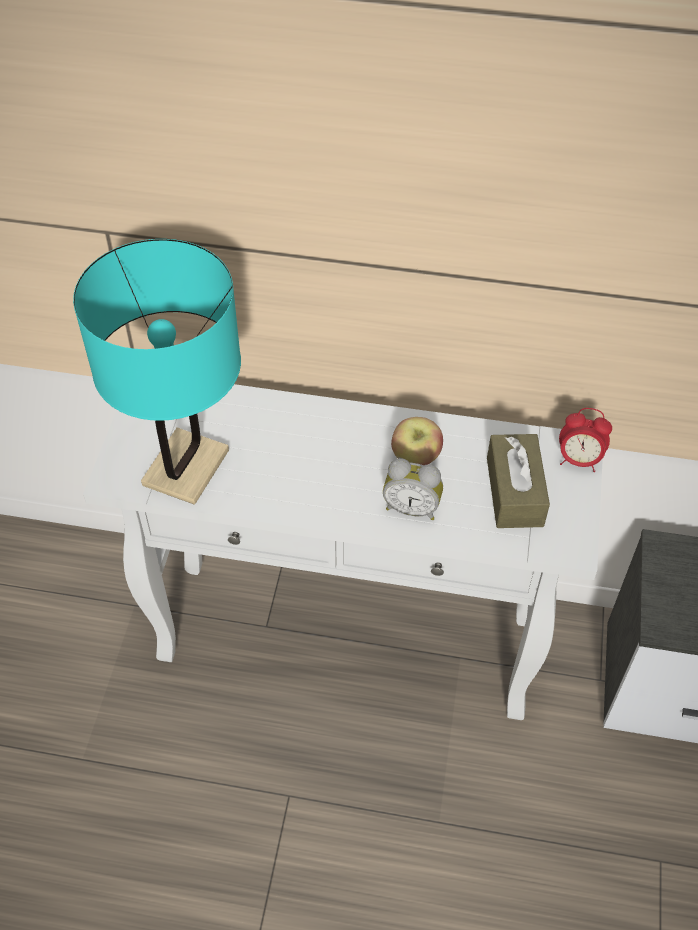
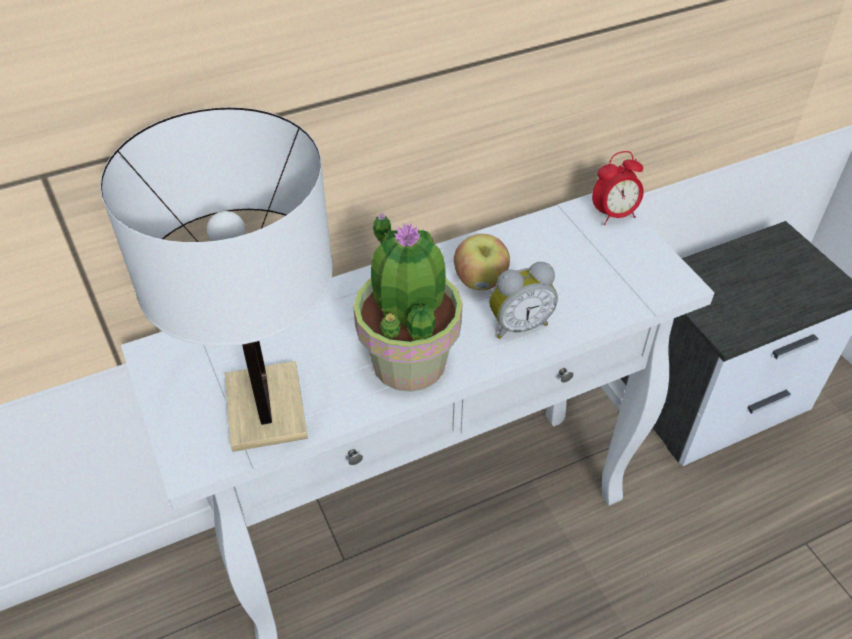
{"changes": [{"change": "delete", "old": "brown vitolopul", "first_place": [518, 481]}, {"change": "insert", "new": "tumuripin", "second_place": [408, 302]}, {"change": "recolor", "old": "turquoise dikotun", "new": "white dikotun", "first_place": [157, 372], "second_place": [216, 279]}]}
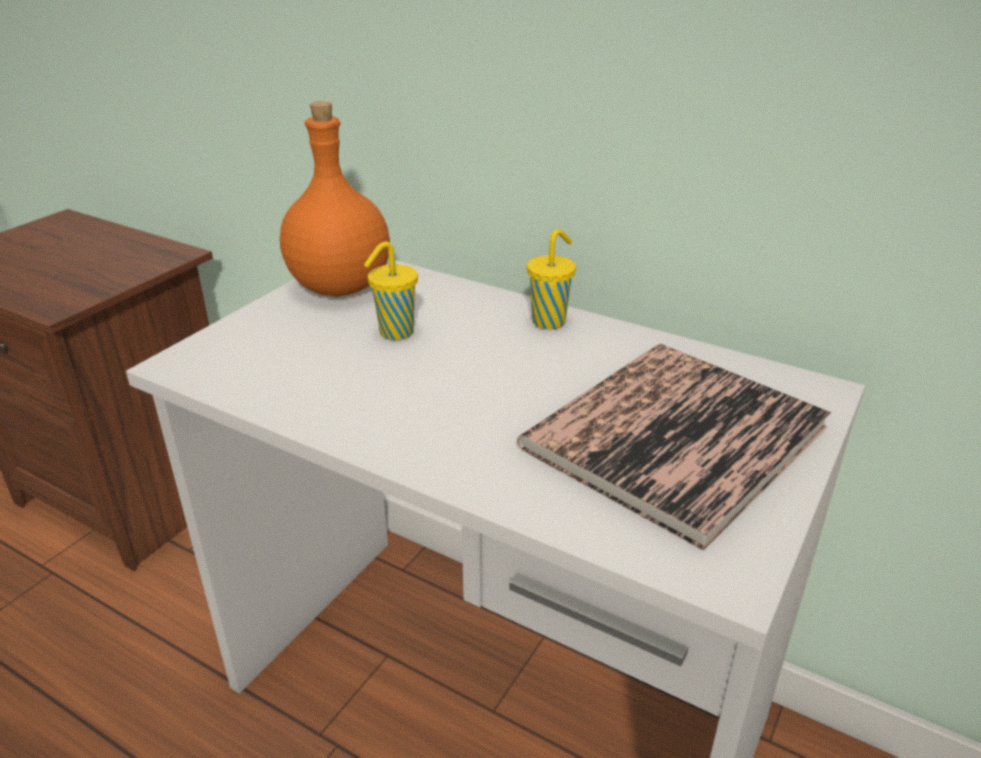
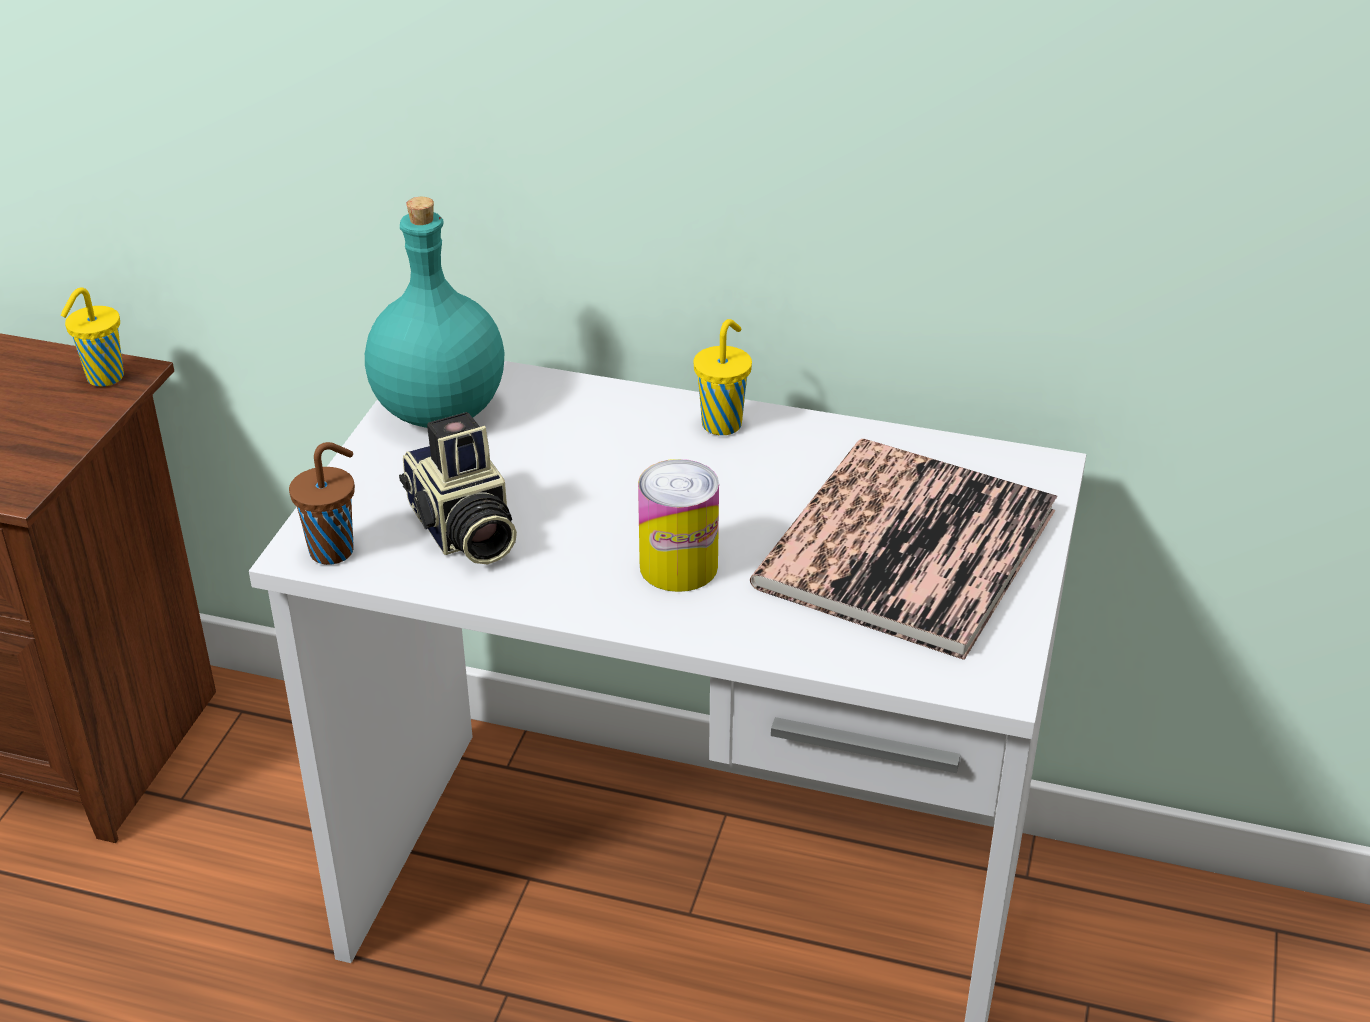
{"changes": [{"change": "insert", "new": "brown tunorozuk", "second_place": [322, 503]}, {"change": "insert", "new": "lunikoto", "second_place": [458, 488]}, {"change": "insert", "new": "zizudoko", "second_place": [678, 525]}, {"change": "move", "old": "yellow tunorozuk", "first_place": [391, 290], "second_place": [92, 337]}, {"change": "recolor", "old": "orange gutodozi", "new": "turquoise gutodozi", "first_place": [335, 199], "second_place": [435, 312]}]}
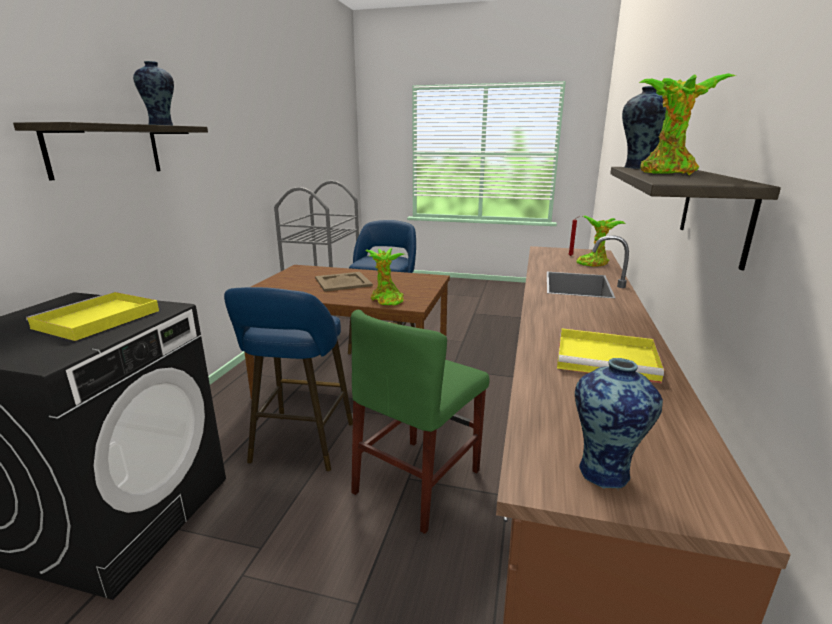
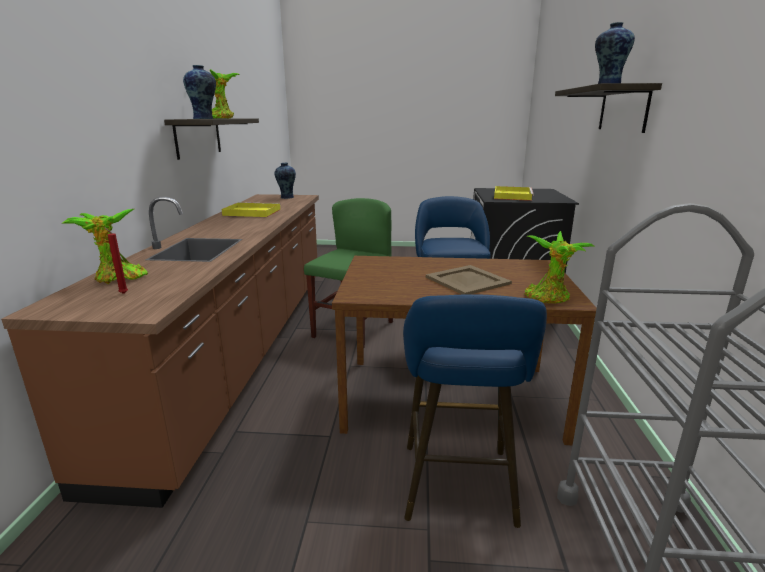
{"changes": [{"change": "move", "old": "tumuripin", "first_place": [385, 277], "second_place": [559, 267]}]}
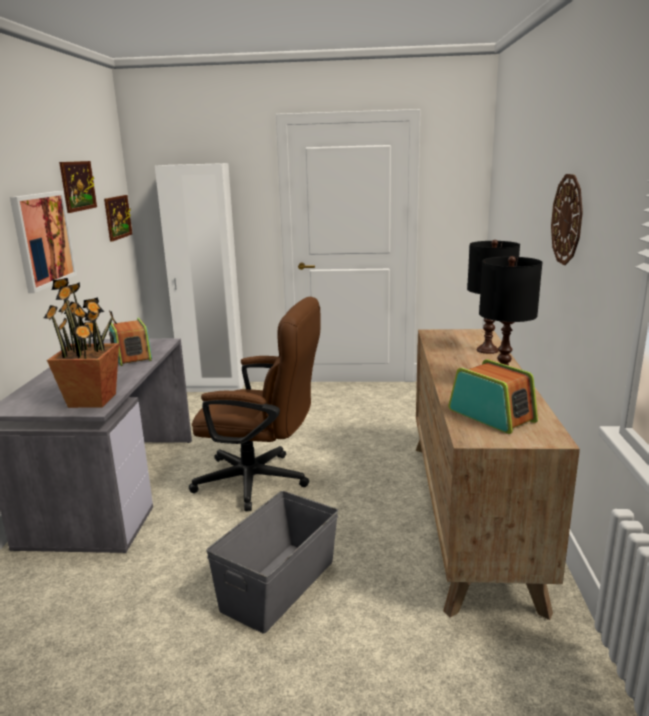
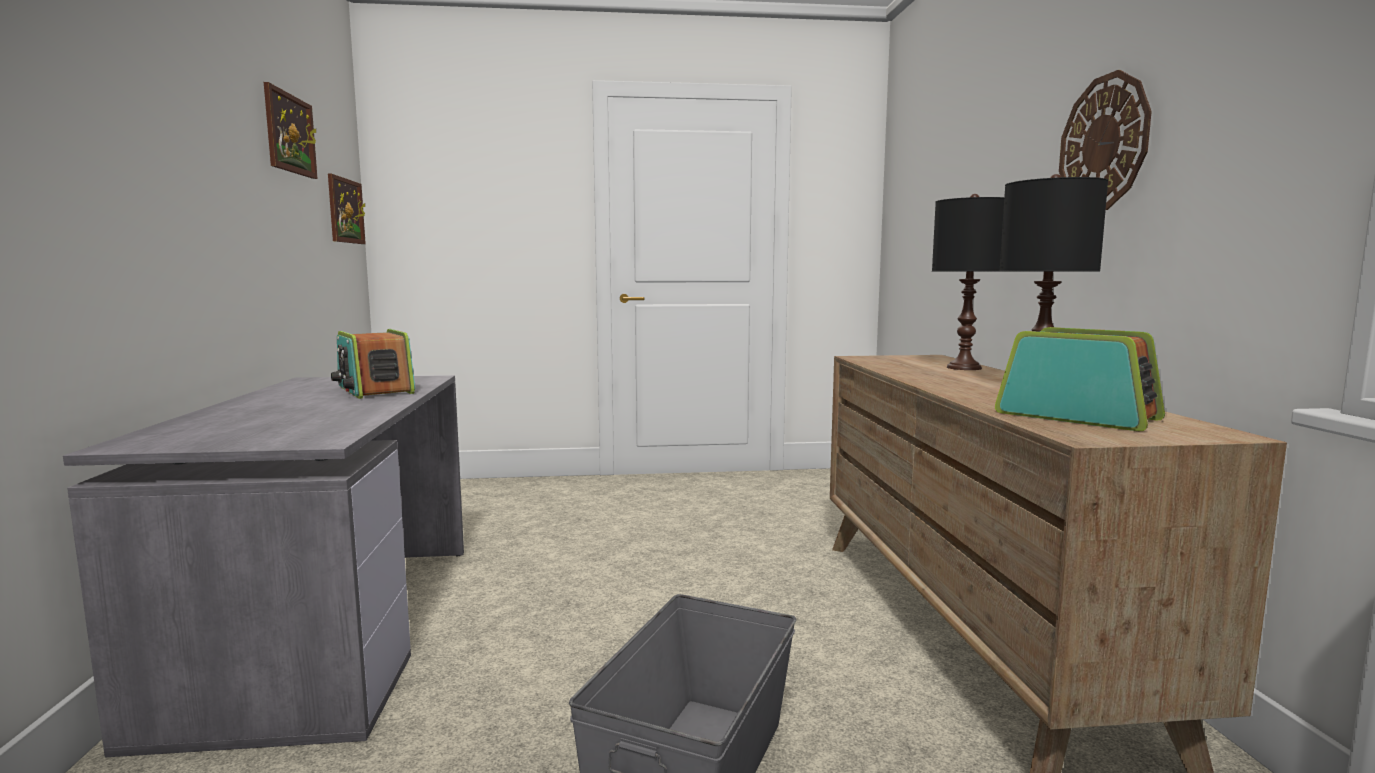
{"changes": [{"change": "delete", "old": "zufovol", "first_place": [43, 242]}, {"change": "delete", "old": "tumuripin", "first_place": [81, 343]}, {"change": "delete", "old": "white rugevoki", "first_place": [200, 277]}, {"change": "delete", "old": "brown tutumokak", "first_place": [254, 404]}]}
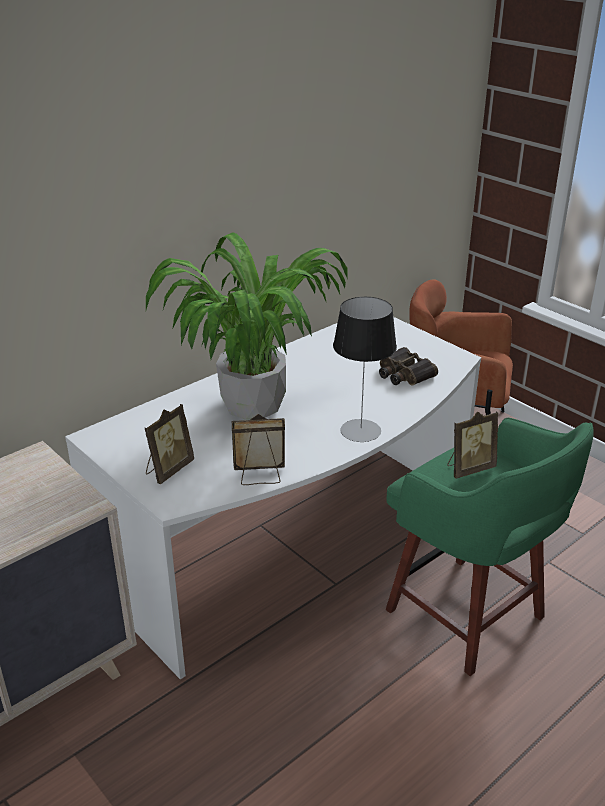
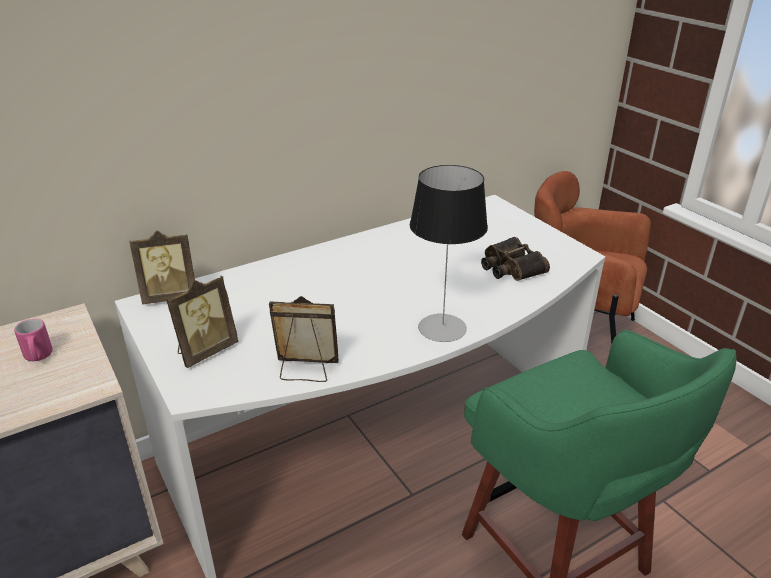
{"changes": [{"change": "delete", "old": "tumuripin", "first_place": [246, 326]}, {"change": "insert", "new": "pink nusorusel", "second_place": [33, 340]}, {"change": "move", "old": "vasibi", "first_place": [472, 444], "second_place": [162, 267]}]}
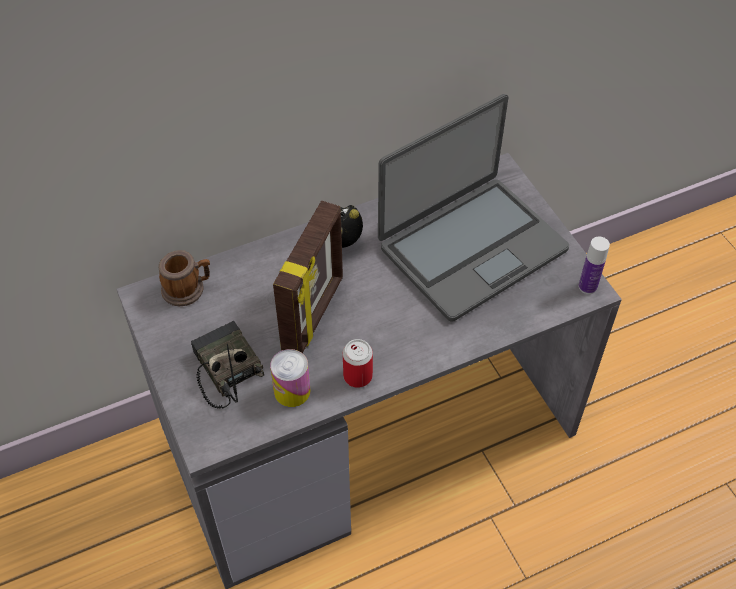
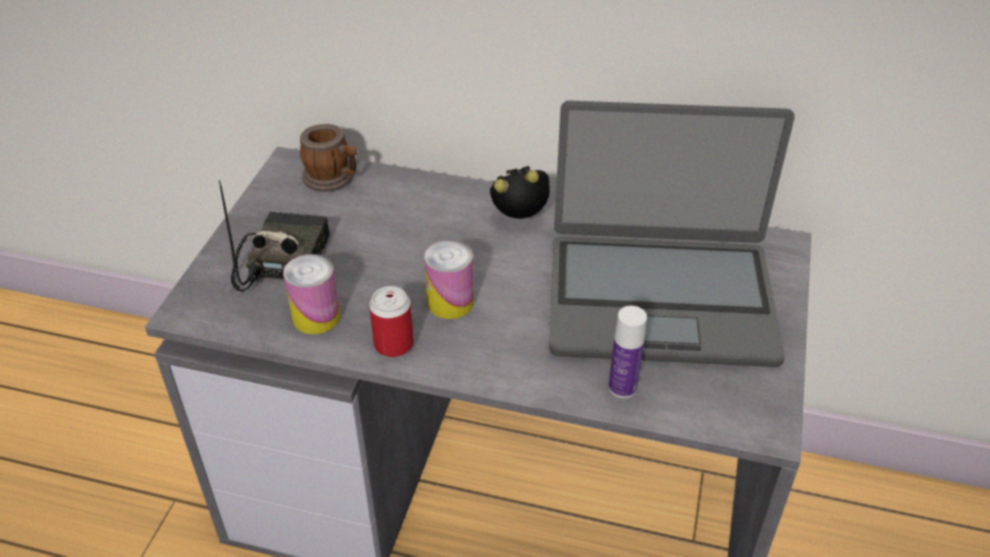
{"changes": [{"change": "delete", "old": "vasibi", "first_place": [308, 277]}, {"change": "insert", "new": "zizudoko", "second_place": [449, 279]}, {"change": "move", "old": "gutodozi", "first_place": [594, 265], "second_place": [628, 352]}]}
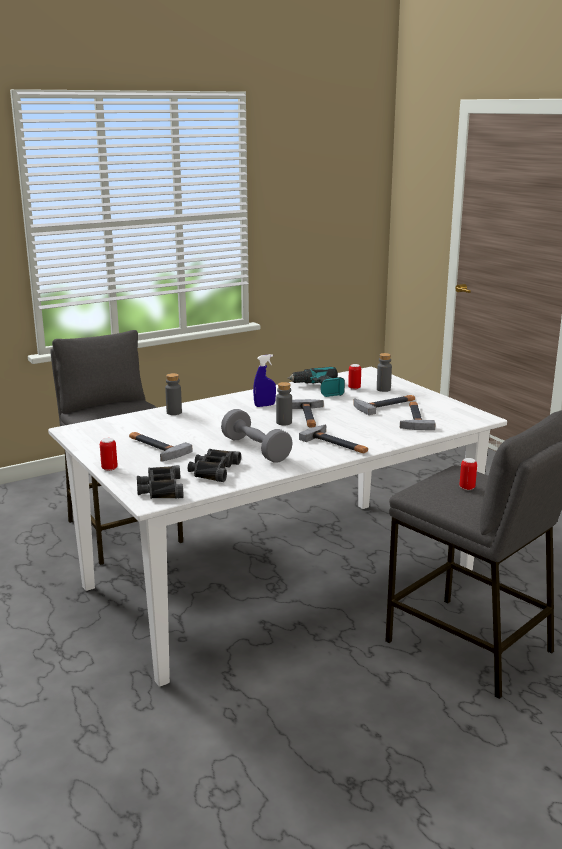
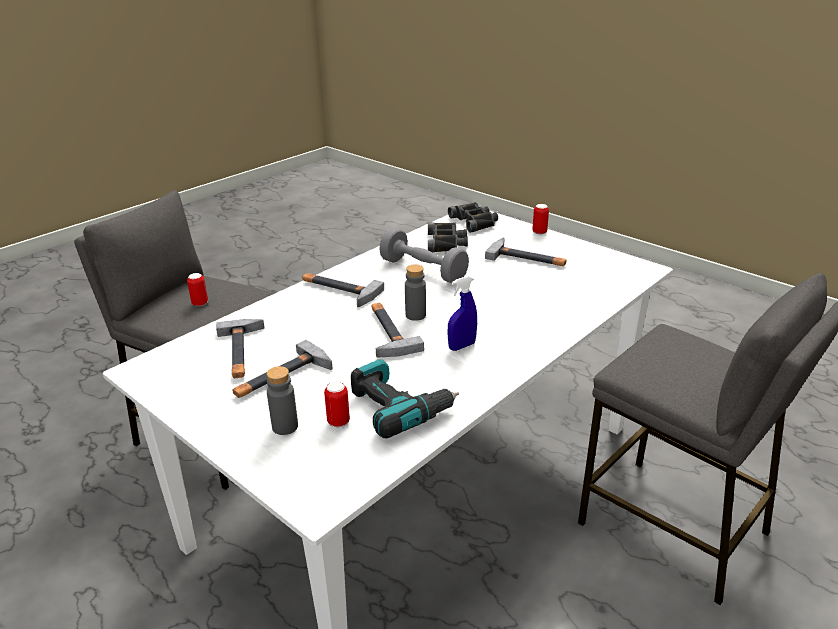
{"changes": [{"change": "delete", "old": "grey gutodozi", "first_place": [173, 394]}]}
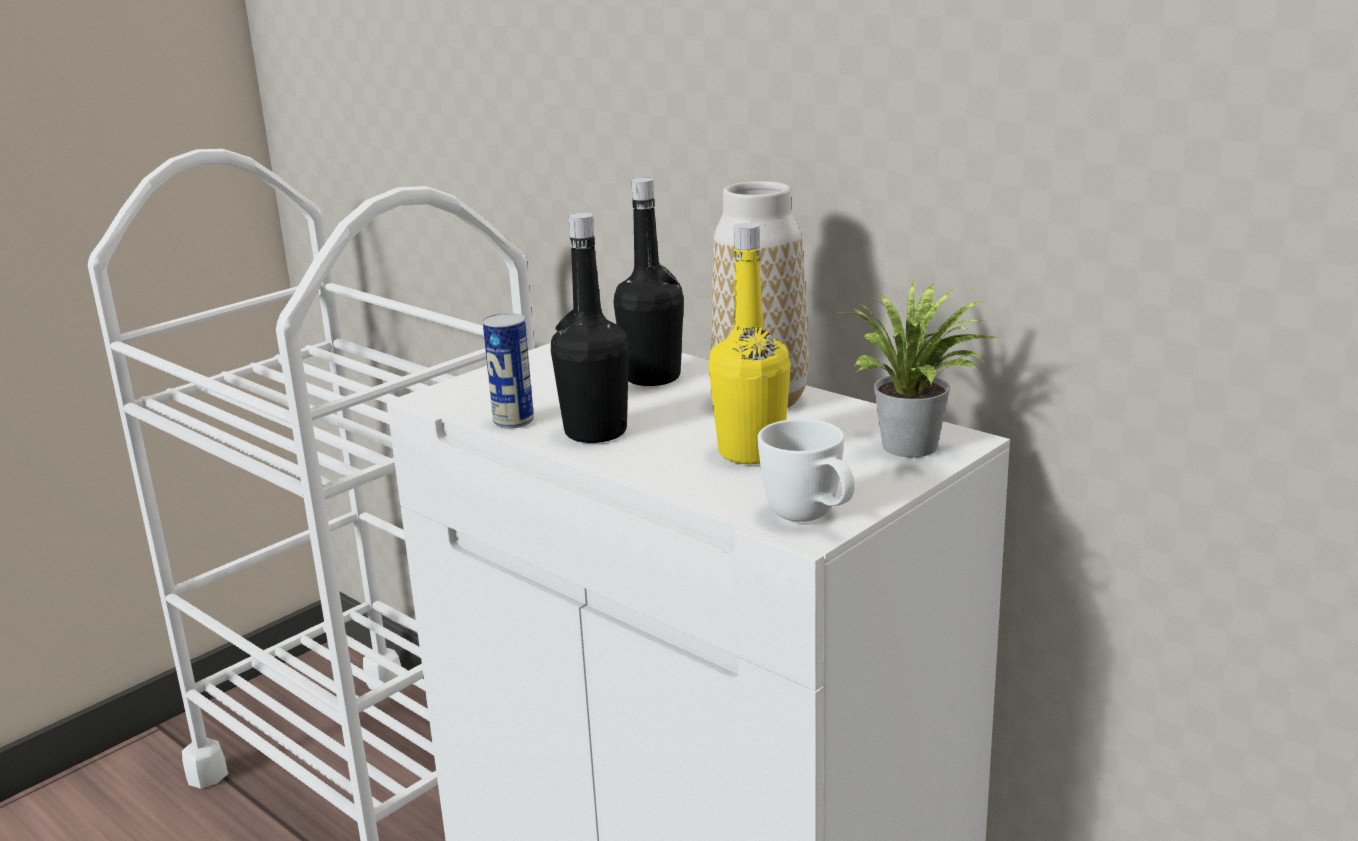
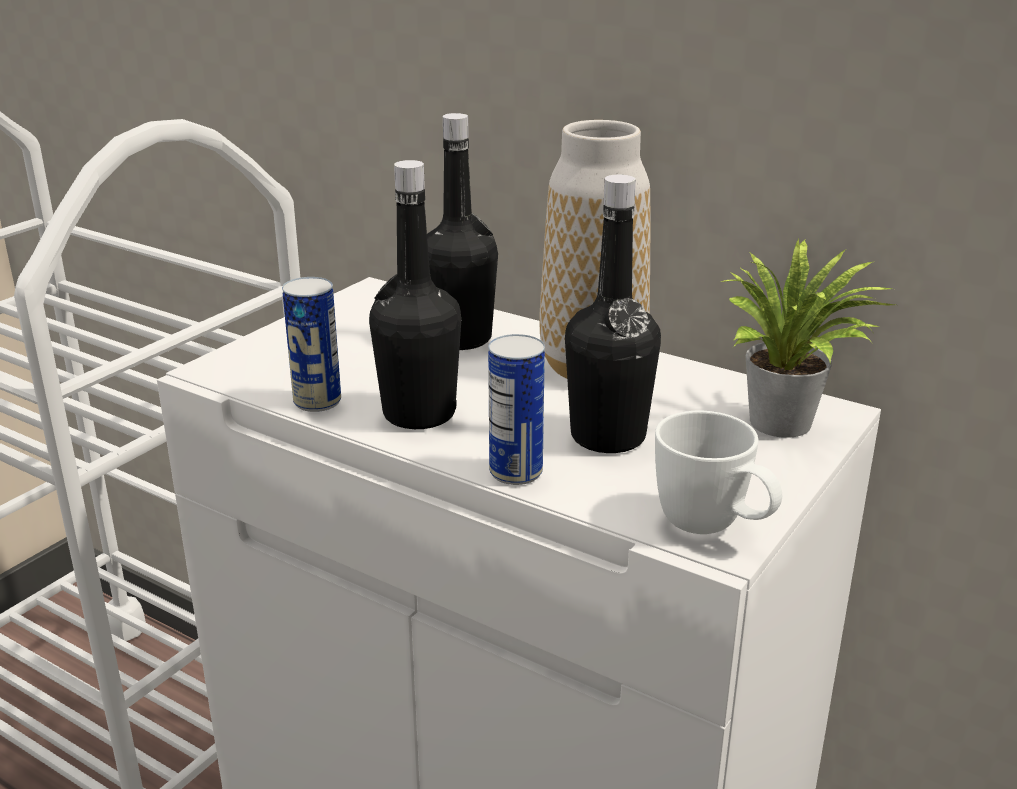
{"changes": [{"change": "insert", "new": "zizudoko", "second_place": [516, 409]}, {"change": "recolor", "old": "yellow gutodozi", "new": "black gutodozi", "first_place": [749, 343], "second_place": [613, 313]}]}
